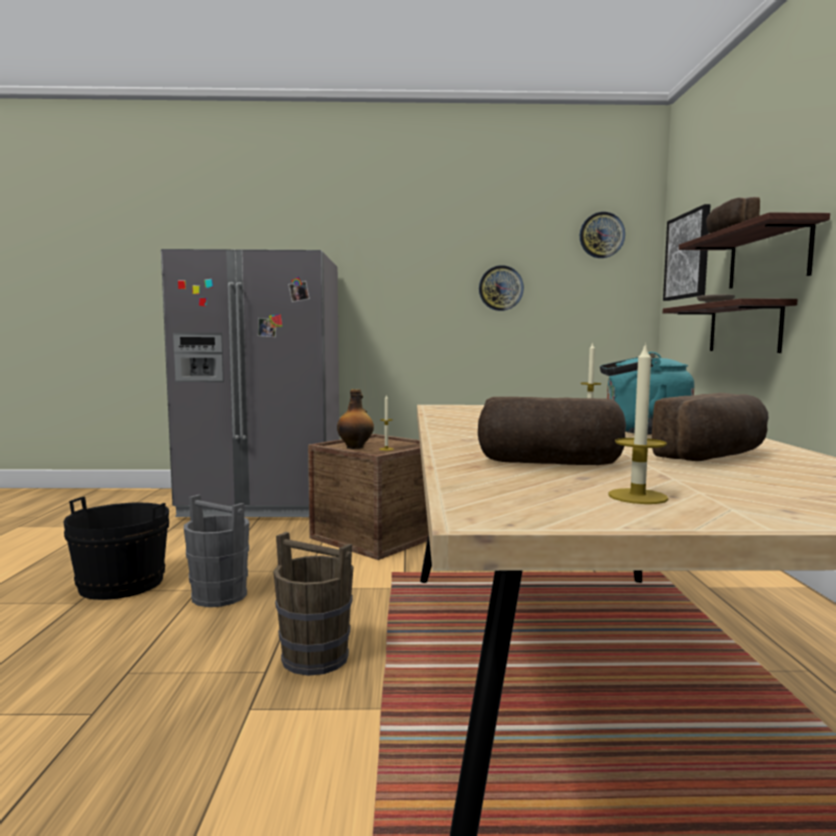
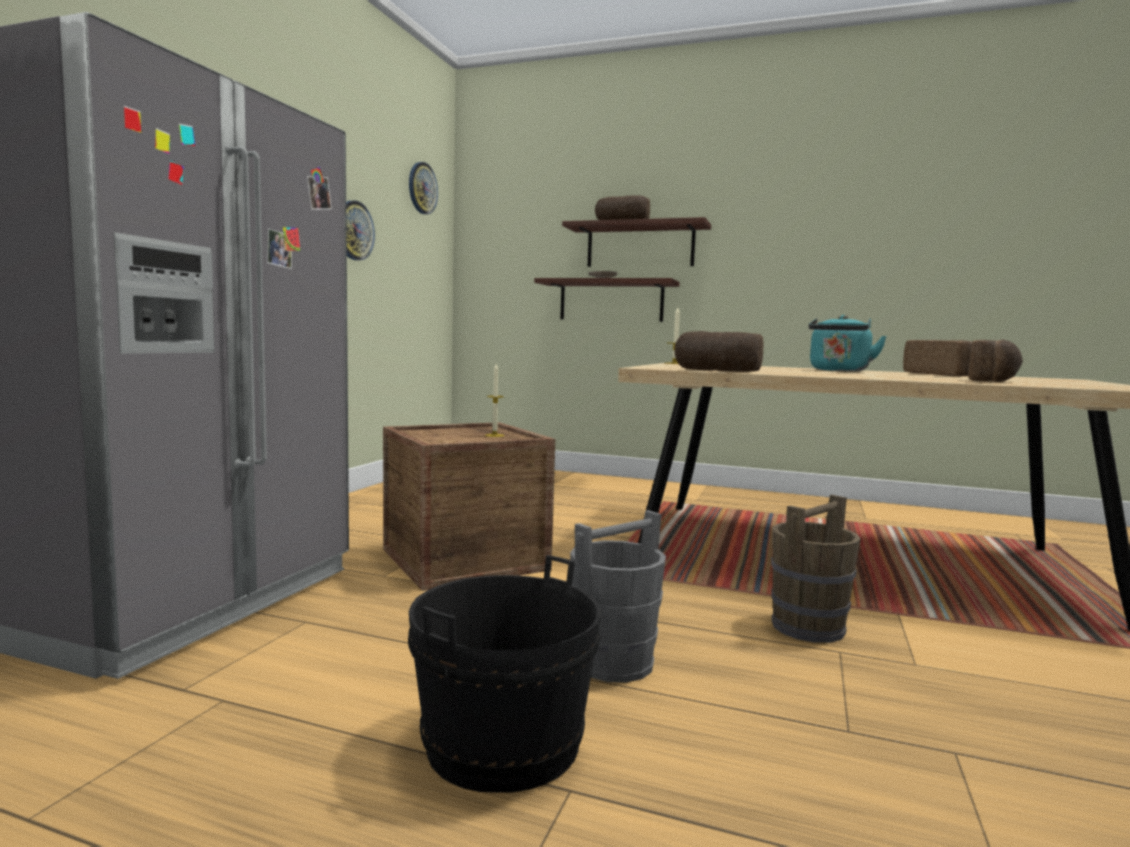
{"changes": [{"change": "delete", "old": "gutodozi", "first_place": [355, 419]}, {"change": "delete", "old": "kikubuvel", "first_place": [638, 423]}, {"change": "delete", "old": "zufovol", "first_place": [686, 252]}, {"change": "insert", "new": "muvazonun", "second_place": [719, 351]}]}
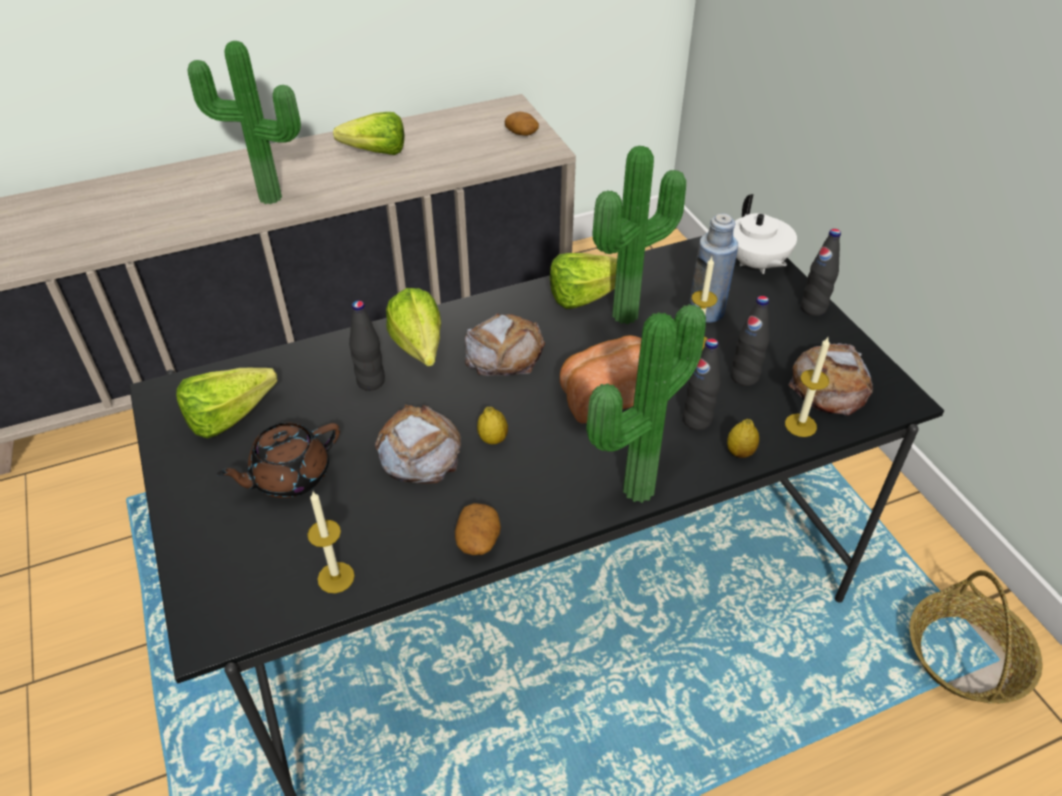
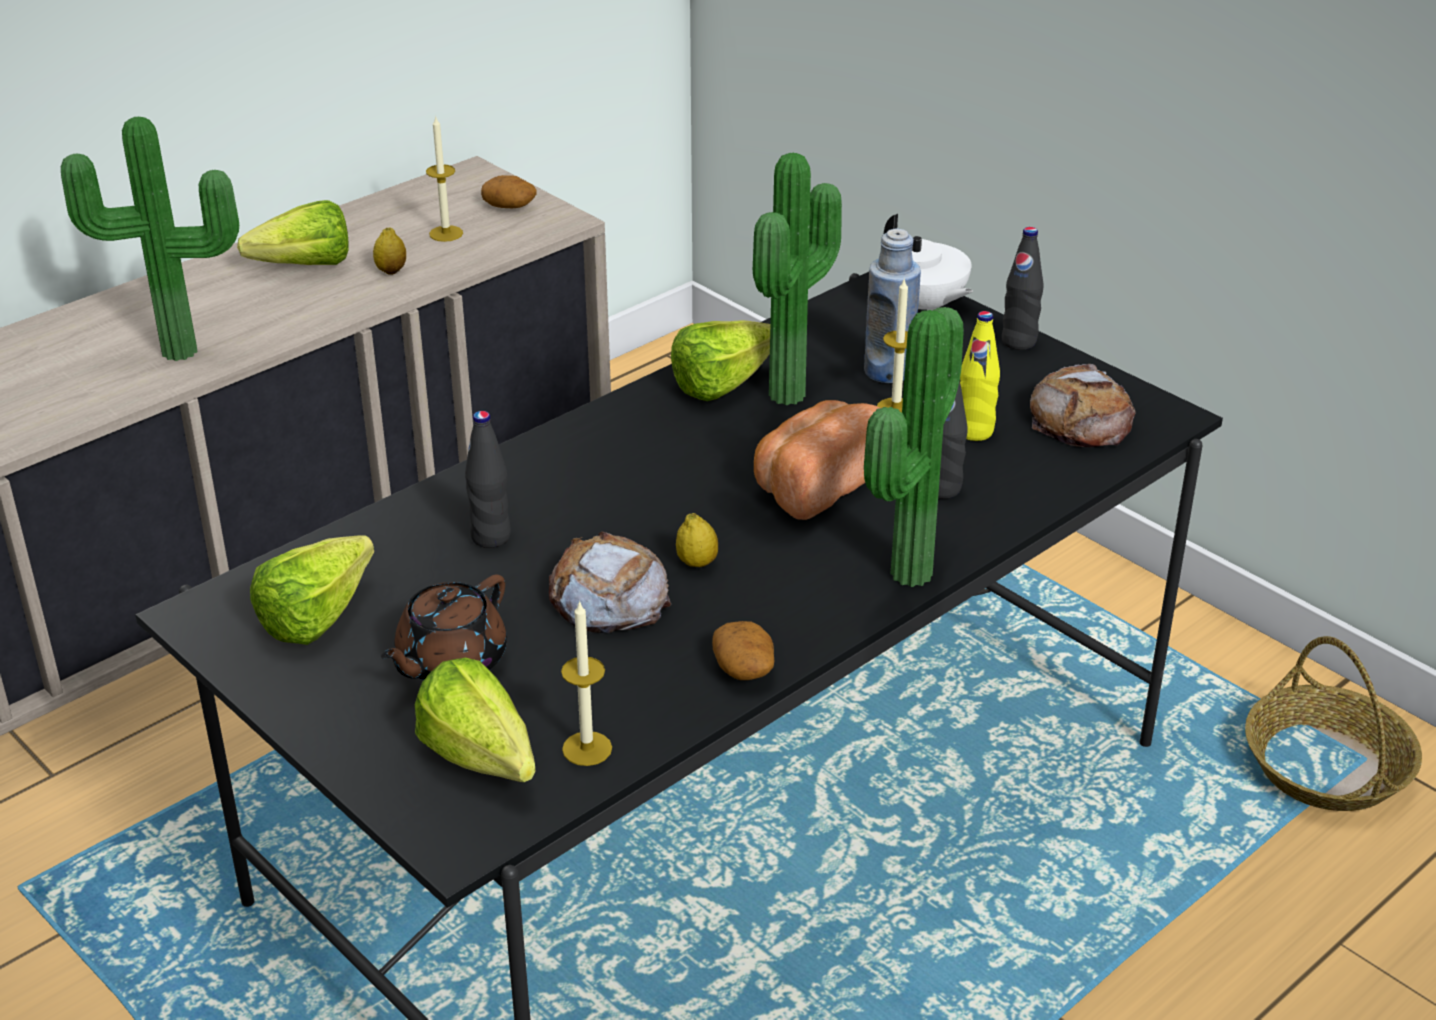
{"changes": [{"change": "delete", "old": "muvazonun", "first_place": [505, 344]}, {"change": "move", "old": "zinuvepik", "first_place": [413, 327], "second_place": [475, 720]}, {"change": "move", "old": "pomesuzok", "first_place": [743, 438], "second_place": [389, 251]}, {"change": "move", "old": "kikubuvel", "first_place": [807, 387], "second_place": [444, 179]}, {"change": "recolor", "old": "black gutodozi", "new": "yellow gutodozi", "first_place": [750, 341], "second_place": [980, 376]}]}
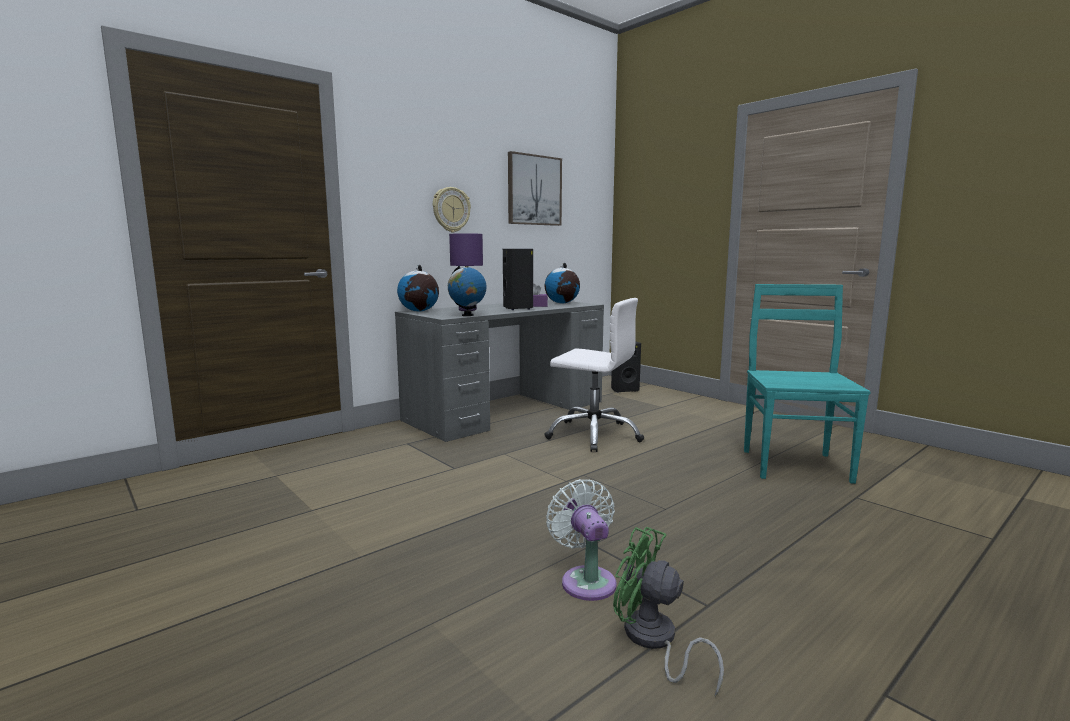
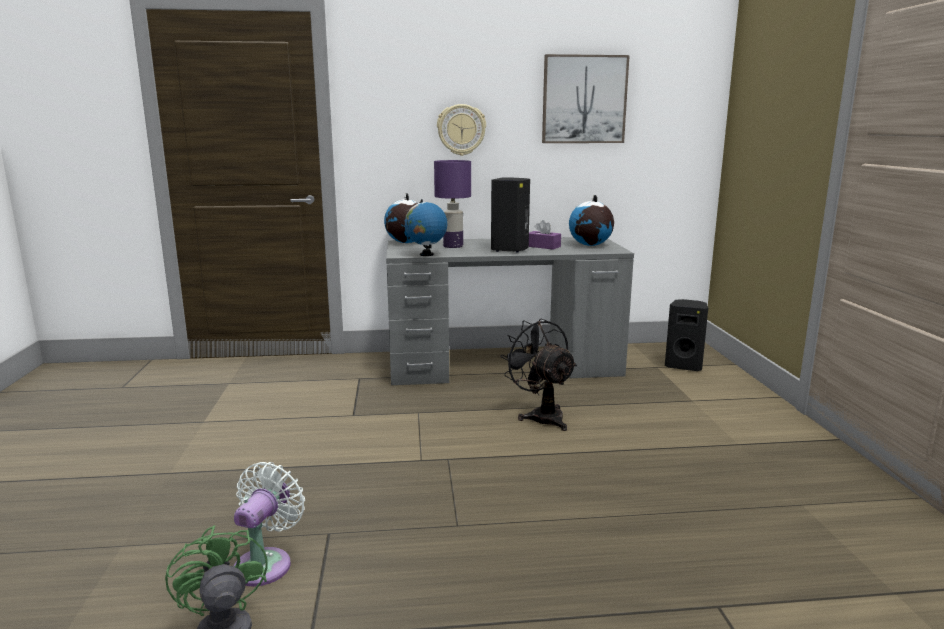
{"changes": [{"change": "delete", "old": "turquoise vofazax", "first_place": [807, 384]}, {"change": "replace", "old": "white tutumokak", "new": "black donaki", "first_place": [594, 375], "second_place": [538, 375]}]}
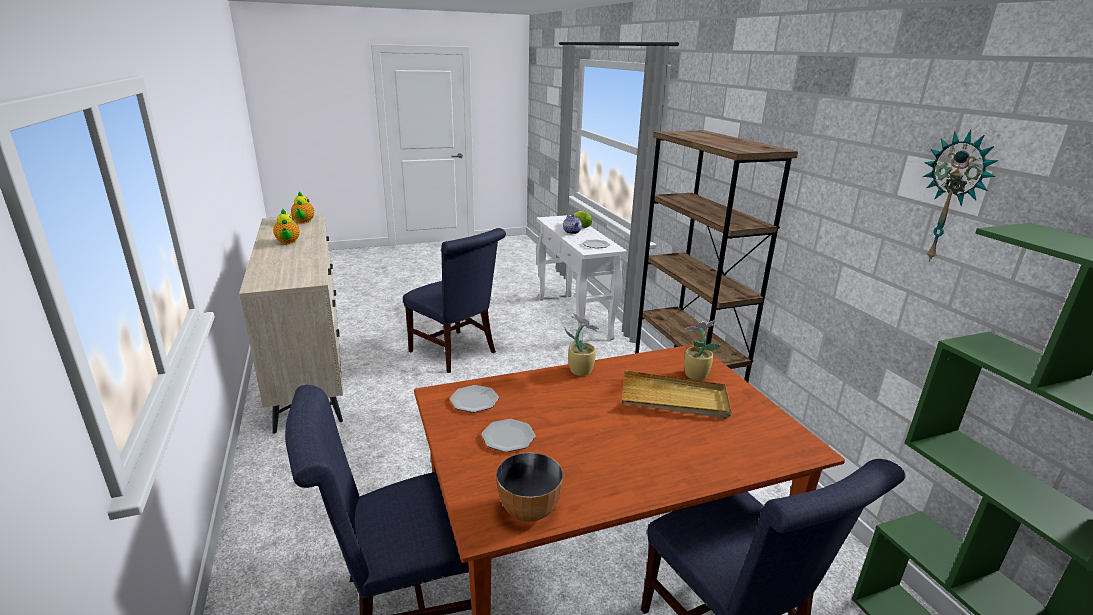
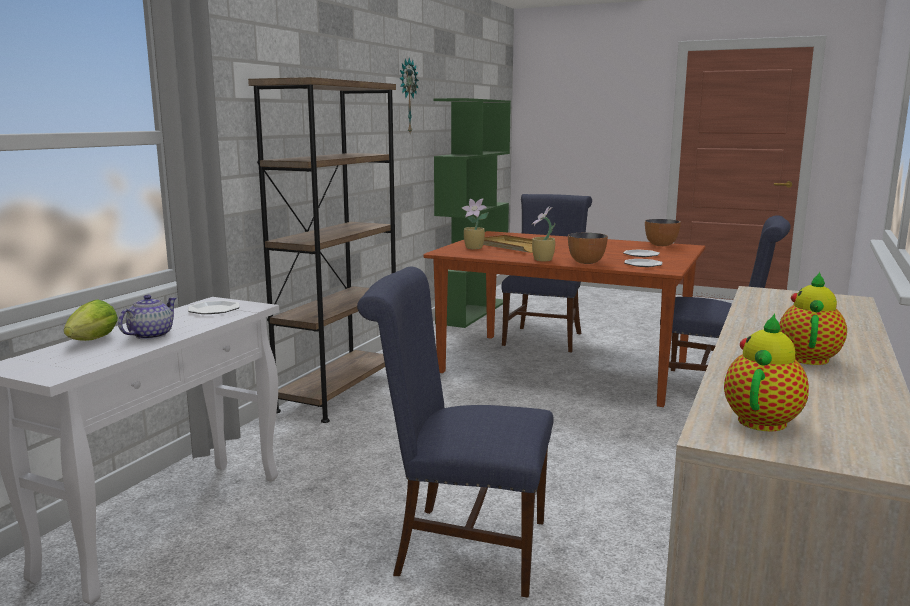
{"changes": [{"change": "insert", "new": "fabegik", "second_place": [588, 248]}, {"change": "rotate", "old": "blue vofazax", "first_place": [454, 300], "second_place": [455, 432], "degrees": -75}]}
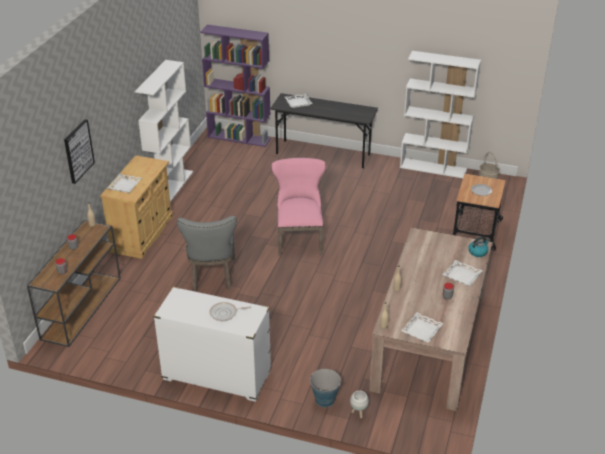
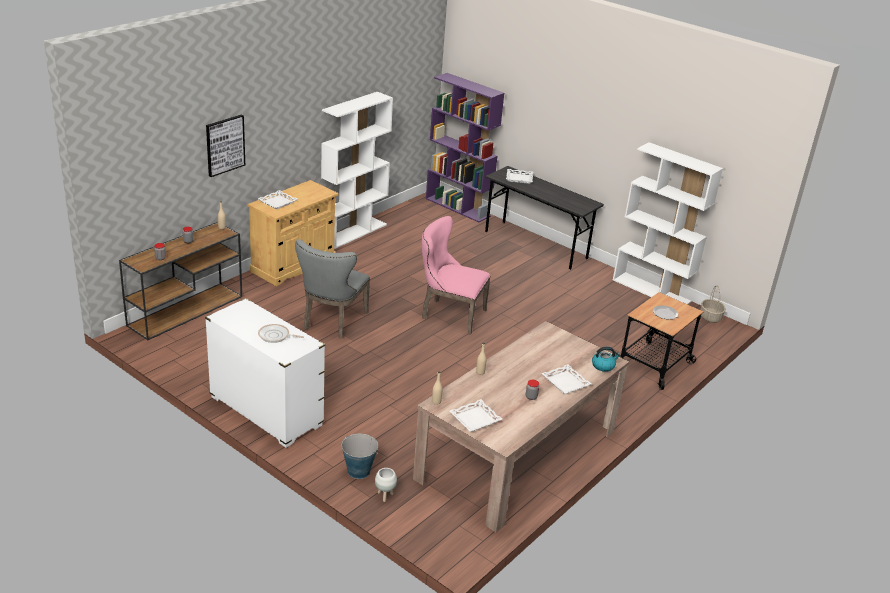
{"changes": [{"change": "rotate", "old": "pink vofazax", "first_place": [298, 207], "second_place": [456, 275], "degrees": -90}]}
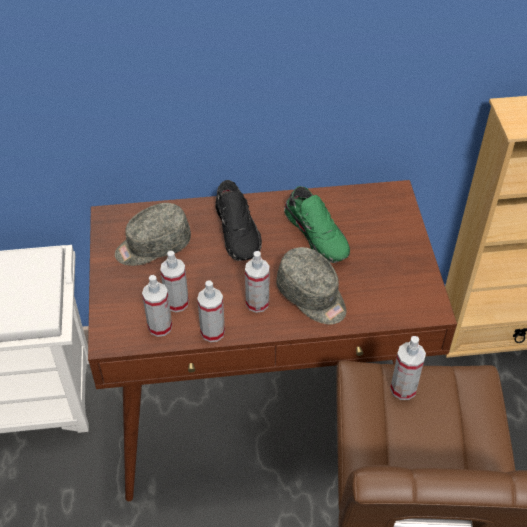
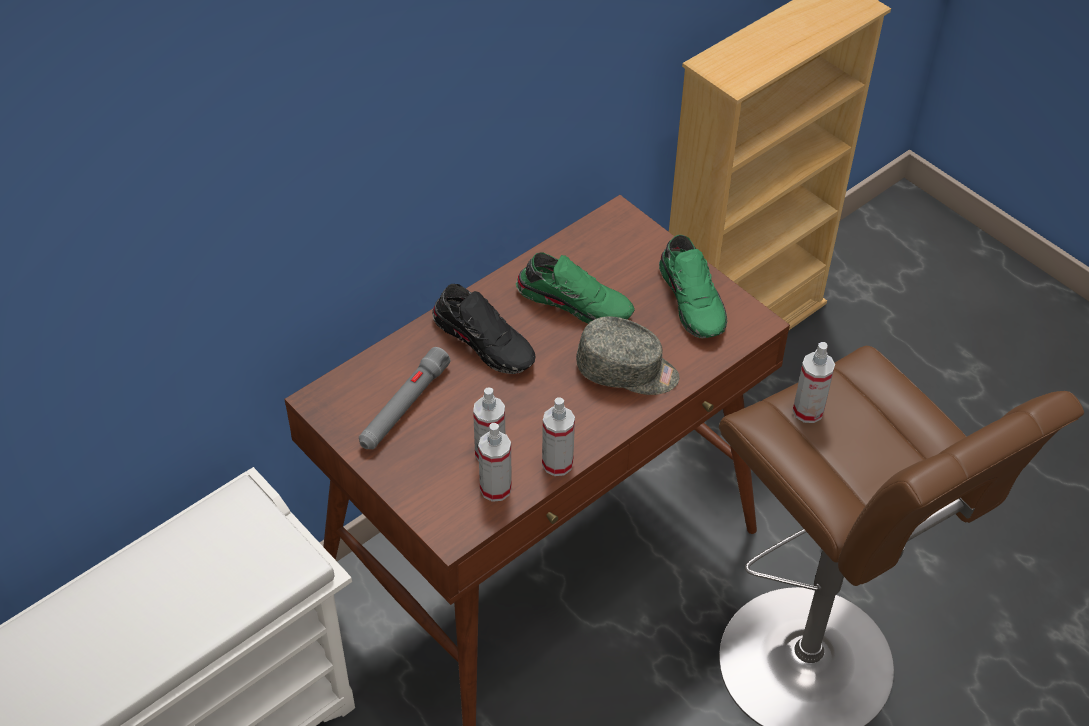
{"changes": [{"change": "delete", "old": "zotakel", "first_place": [257, 282]}, {"change": "insert", "new": "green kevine", "second_place": [693, 286]}, {"change": "replace", "old": "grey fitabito", "new": "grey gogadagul", "first_place": [153, 234], "second_place": [404, 398]}]}
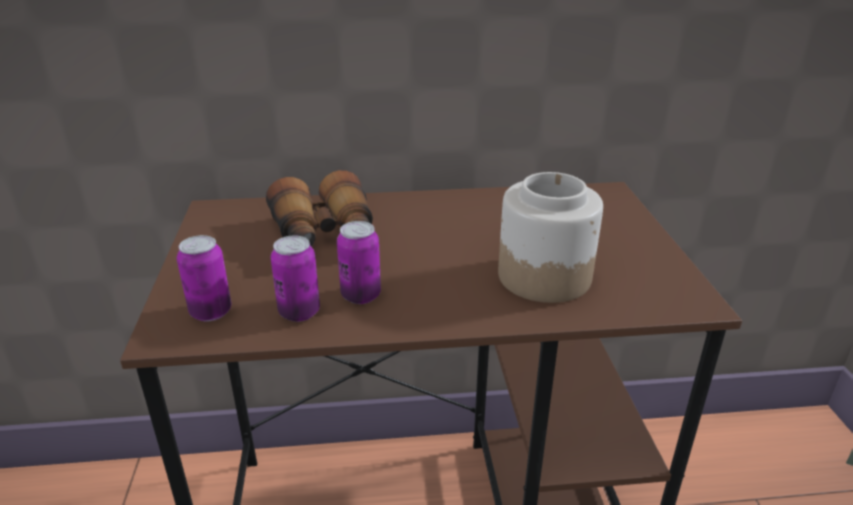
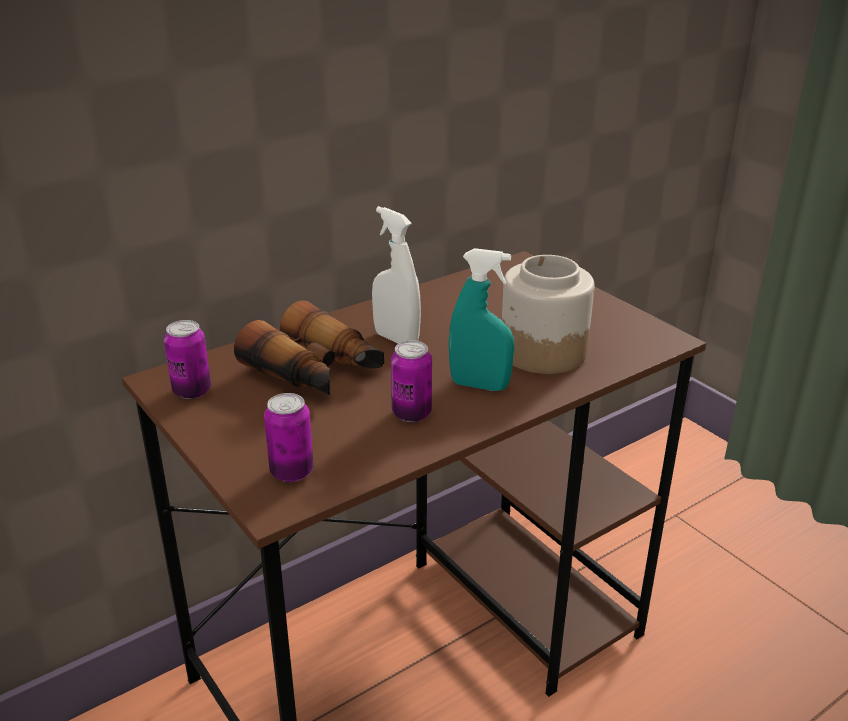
{"changes": [{"change": "insert", "new": "white zotakel", "second_place": [396, 275]}, {"change": "insert", "new": "turquoise zotakel", "second_place": [481, 319]}, {"change": "move", "old": "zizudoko", "first_place": [295, 278], "second_place": [187, 359]}]}
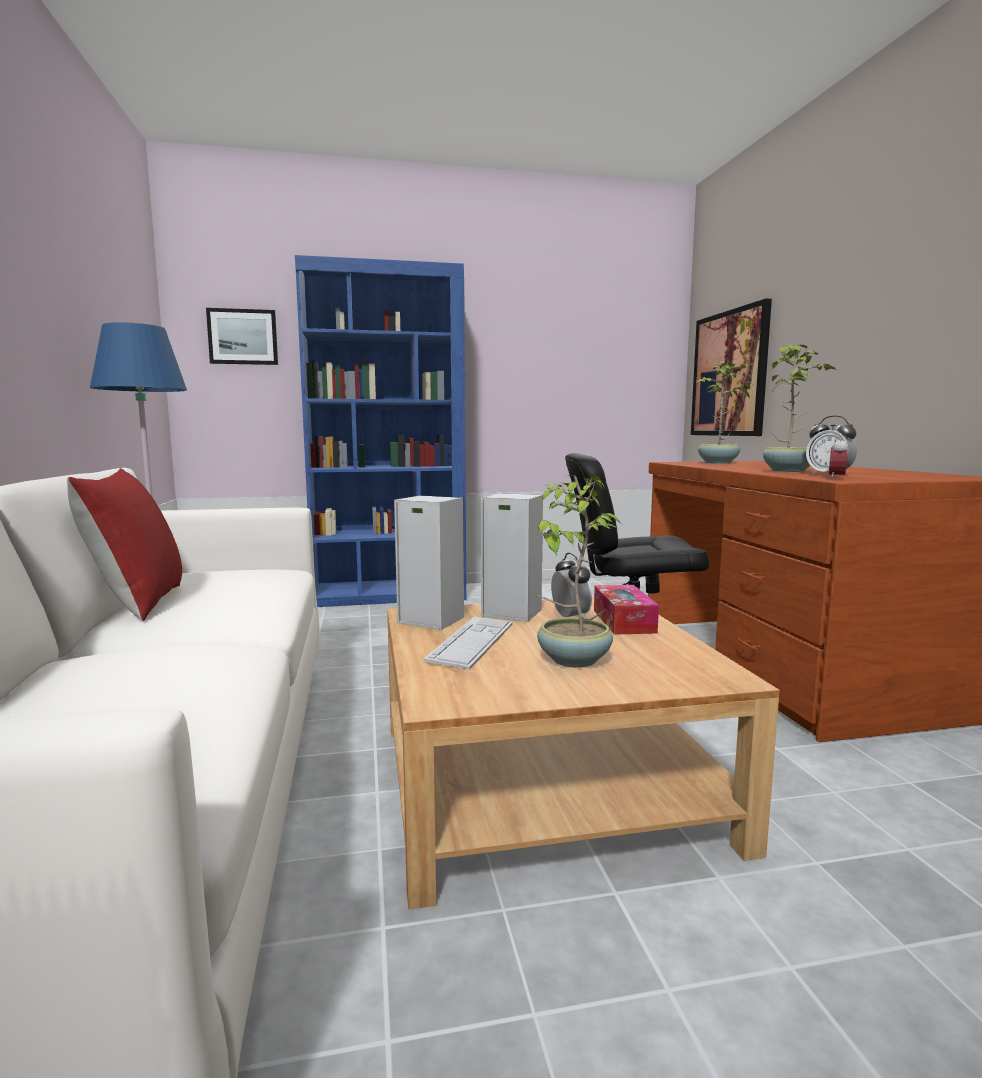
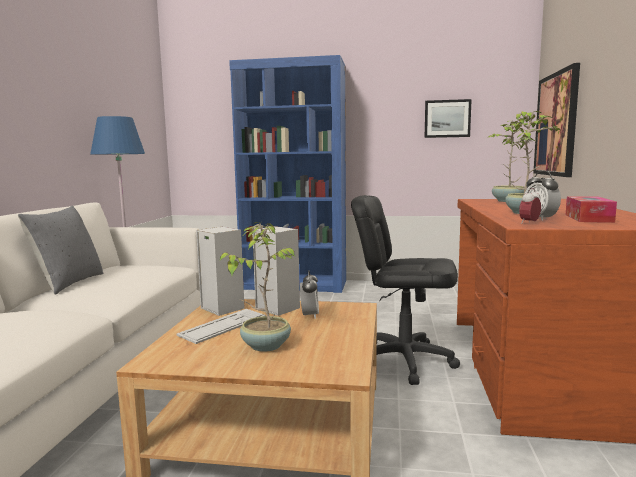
{"changes": [{"change": "move", "old": "zufovol", "first_place": [242, 336], "second_place": [448, 118]}, {"change": "move", "old": "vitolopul", "first_place": [626, 610], "second_place": [591, 209]}, {"change": "recolor", "old": "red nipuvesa", "new": "grey nipuvesa", "first_place": [124, 544], "second_place": [60, 250]}]}
